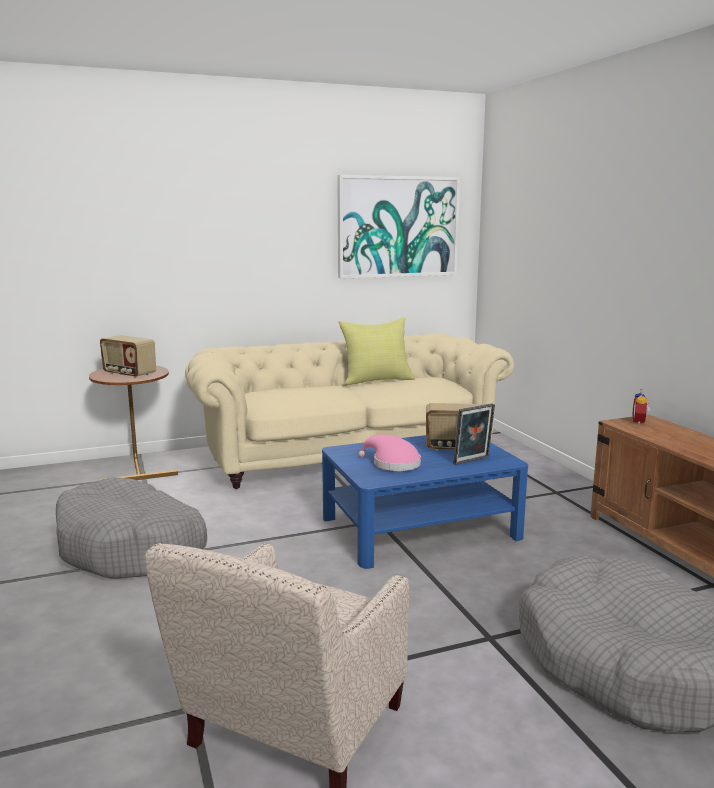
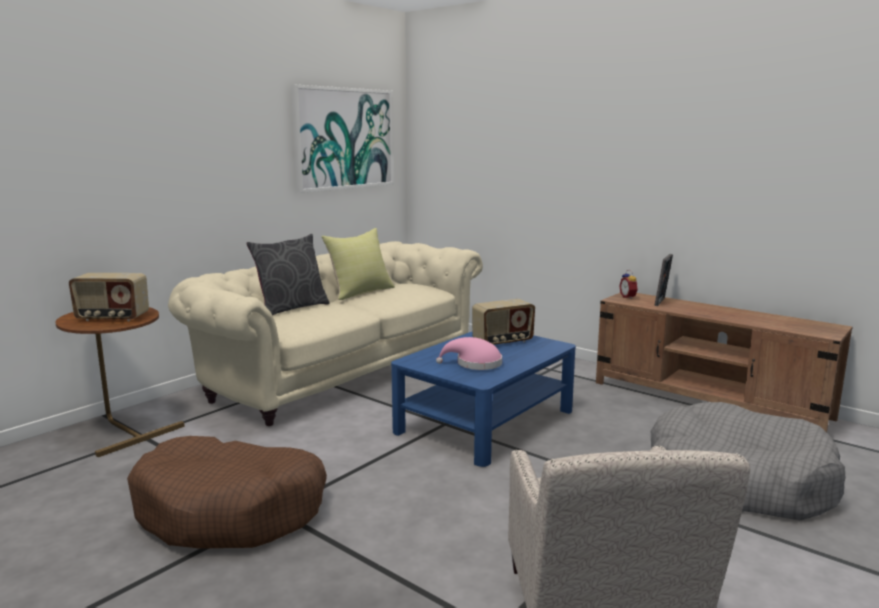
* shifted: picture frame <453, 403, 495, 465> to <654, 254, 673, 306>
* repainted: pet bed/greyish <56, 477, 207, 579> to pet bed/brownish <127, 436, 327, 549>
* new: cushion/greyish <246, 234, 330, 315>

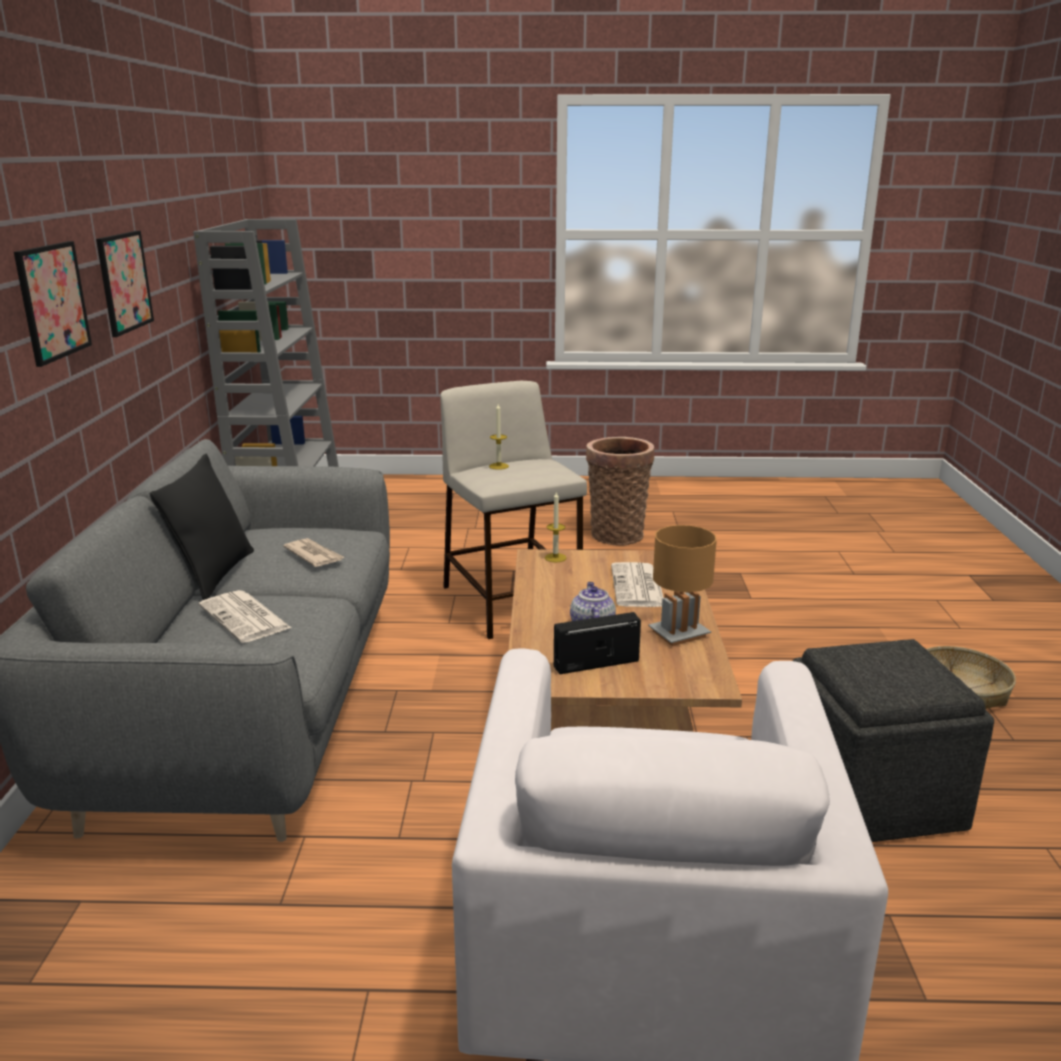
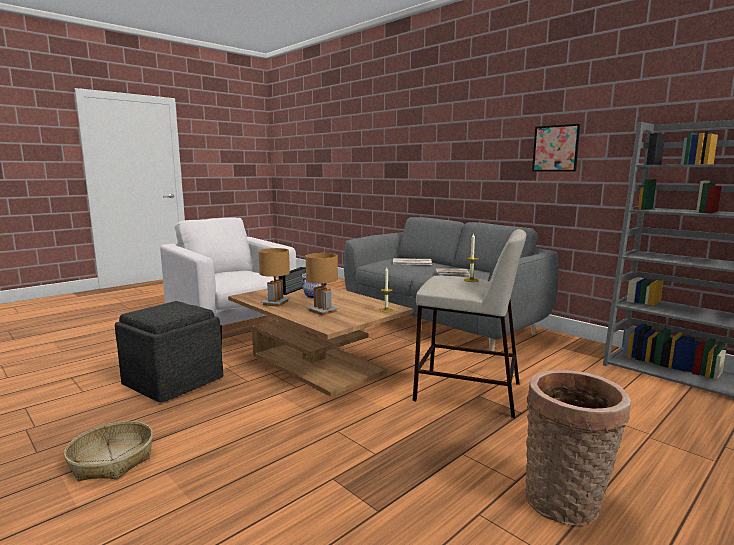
* gone: picture <14, 241, 92, 367>
* gone: cushion/blackish <149, 454, 254, 600>
* swapped: newspaper <611, 562, 664, 607> to table lamp/brownish <305, 253, 339, 315>

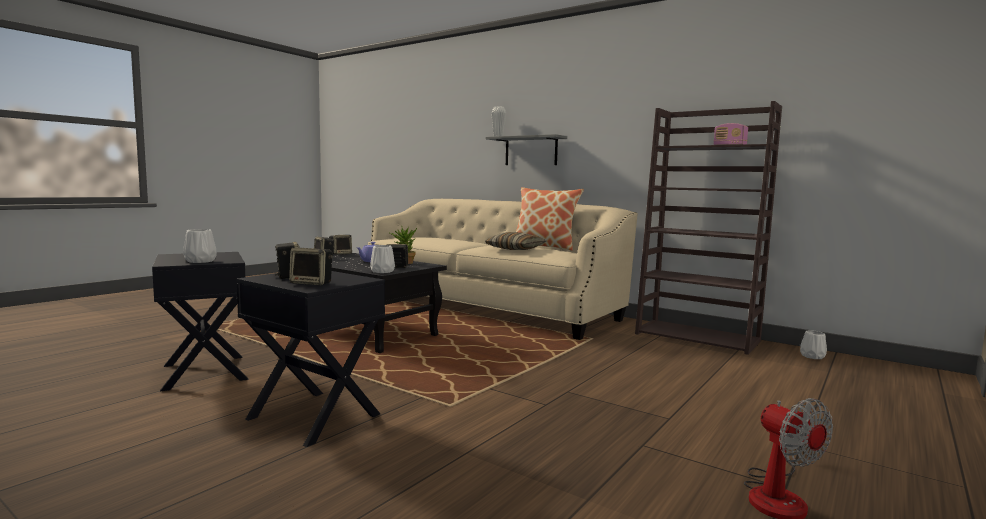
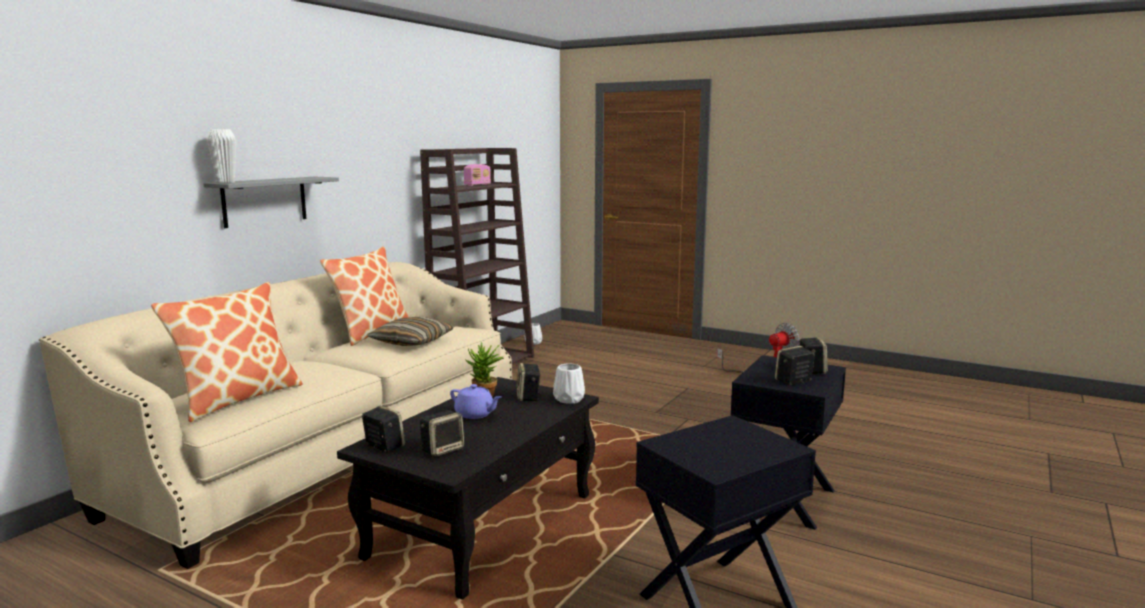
* gone: decorative vase/whitish <183, 229, 217, 263>
* new: cushion <151, 282, 303, 422>

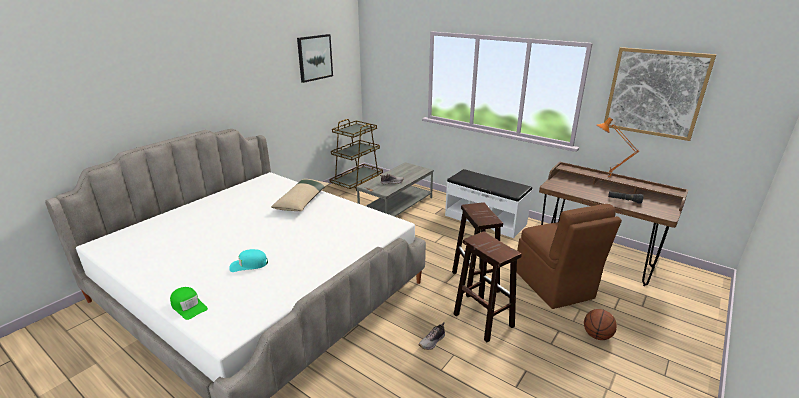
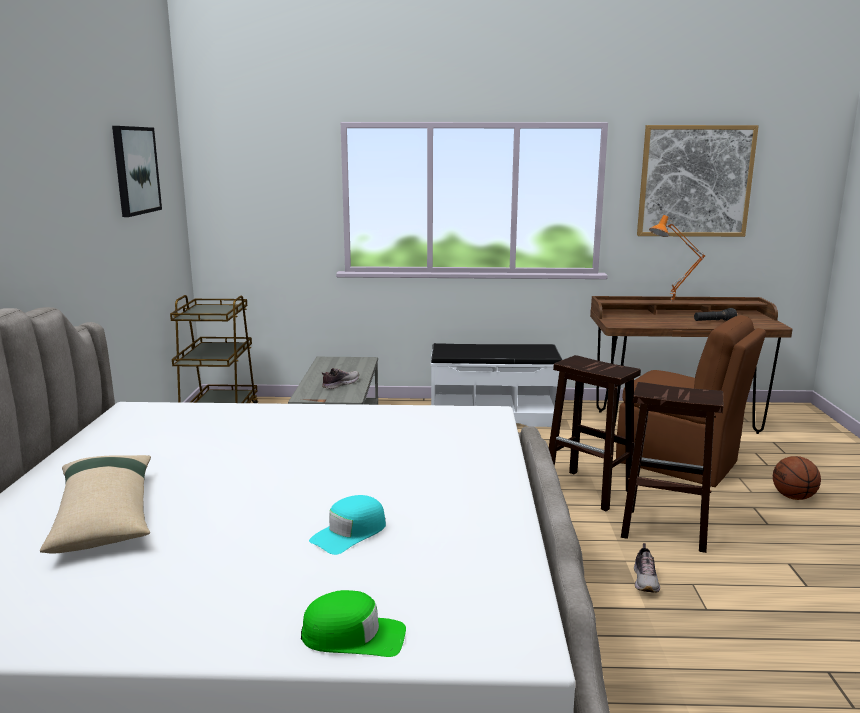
* shifted: cushion/beige-coloured <271, 179, 330, 212> to <40, 455, 151, 554>

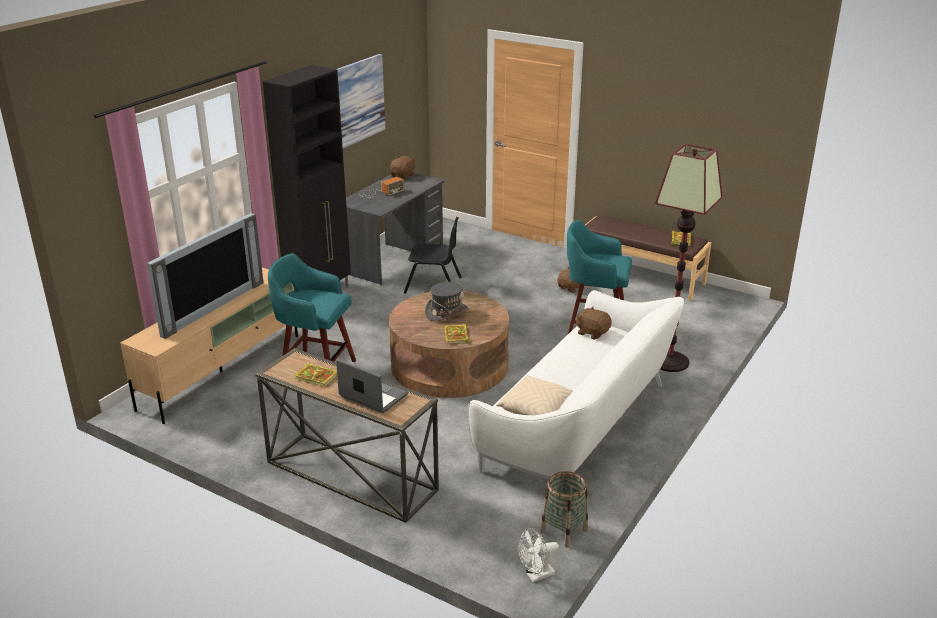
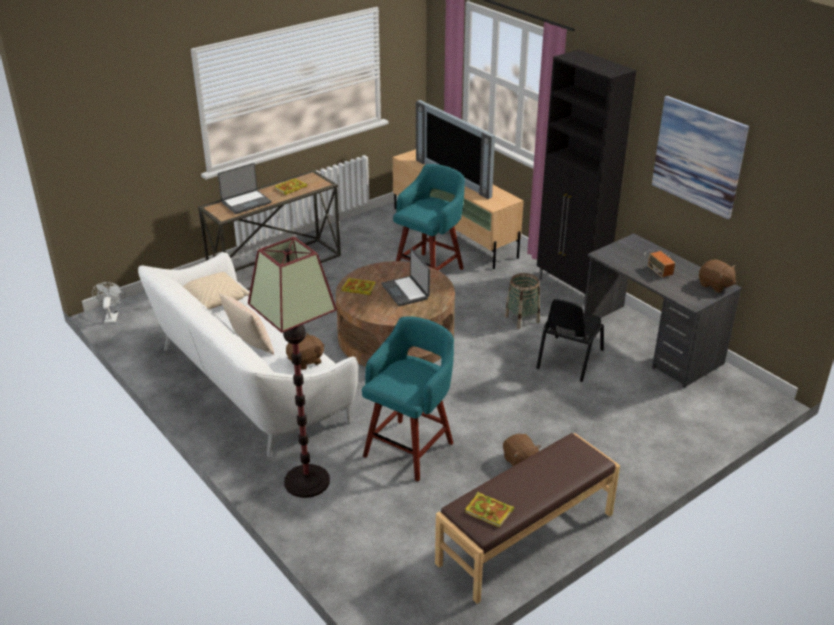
* swapped: wearable hat/greyish <425, 281, 468, 321> to notebook computer <381, 248, 430, 306>
* shifted: storage basket <540, 471, 588, 548> to <505, 273, 540, 329>
* new: cushion/beige-coloured <219, 292, 274, 355>

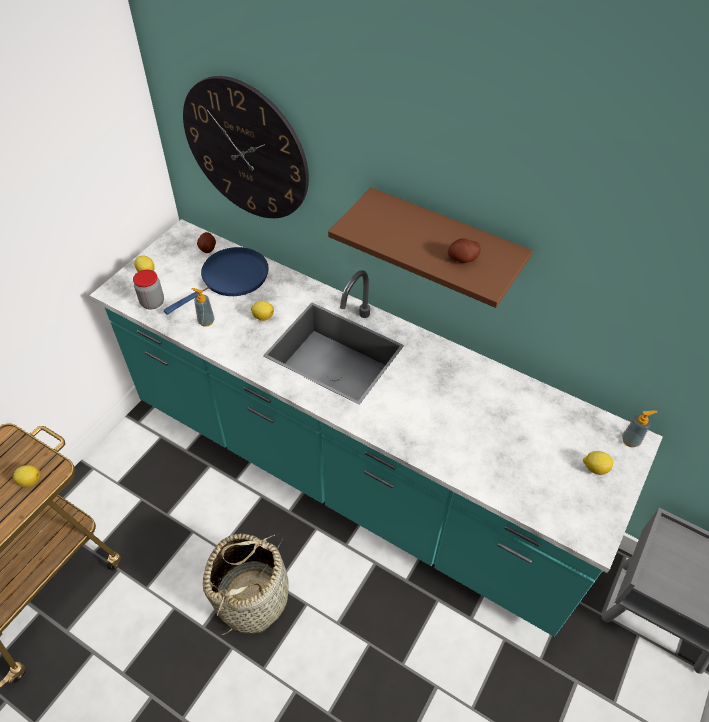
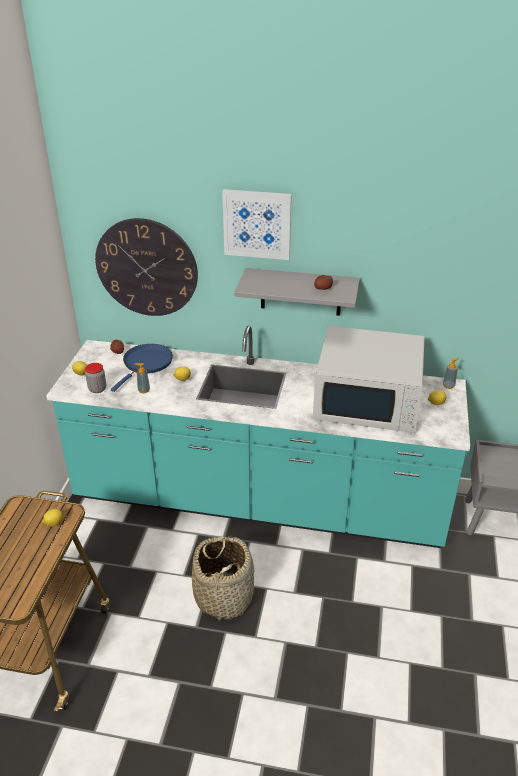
* repainted: wall shelf/brownish <328, 188, 533, 308> to wall shelf/greyish <234, 268, 360, 316>
* new: picture <222, 189, 292, 260>
* new: microwave/whitish <313, 326, 425, 433>

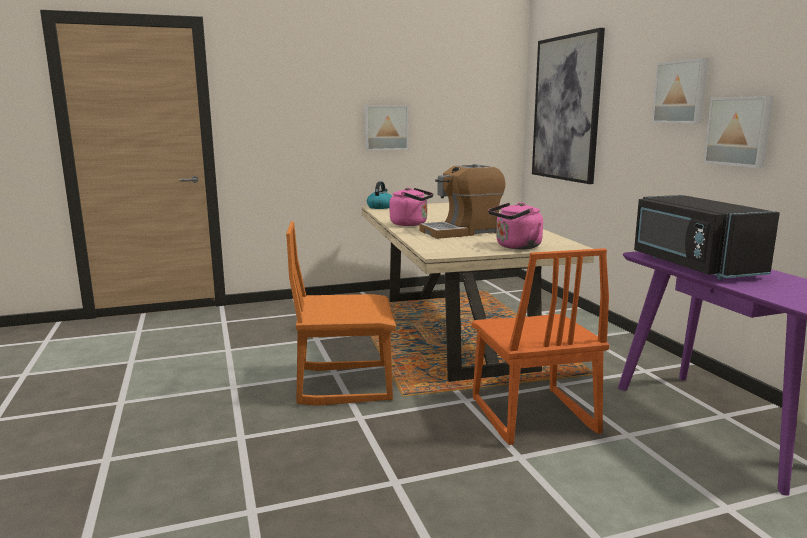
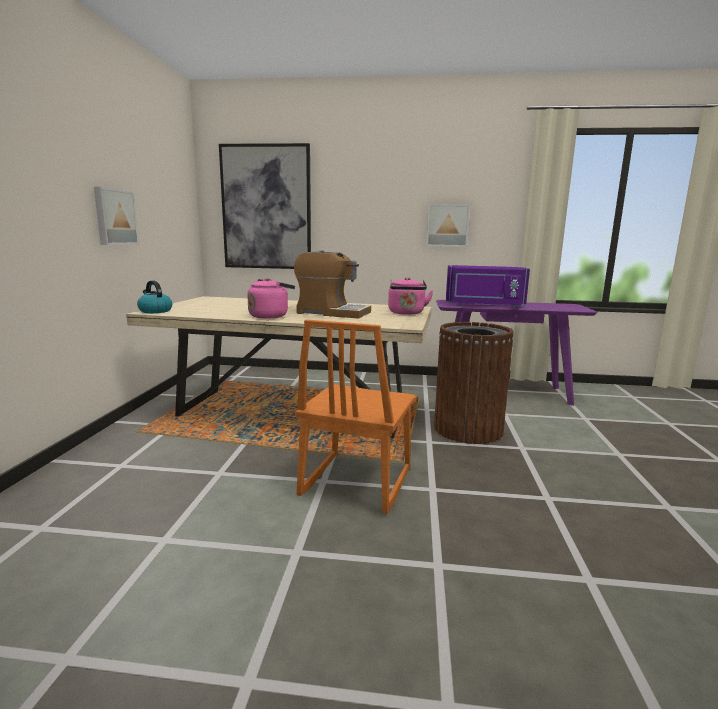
* gone: picture <652, 58, 709, 124>
* rotated: coffee brewer <420, 164, 506, 239> = <294, 250, 371, 319> 75 degrees counterclockwise
* repainted: microwave/blackish <634, 195, 780, 280> to microwave/purplish <446, 265, 530, 308>
* swapped: upright chair/orange <472, 248, 609, 445> to trash can/brownish <434, 322, 514, 444>

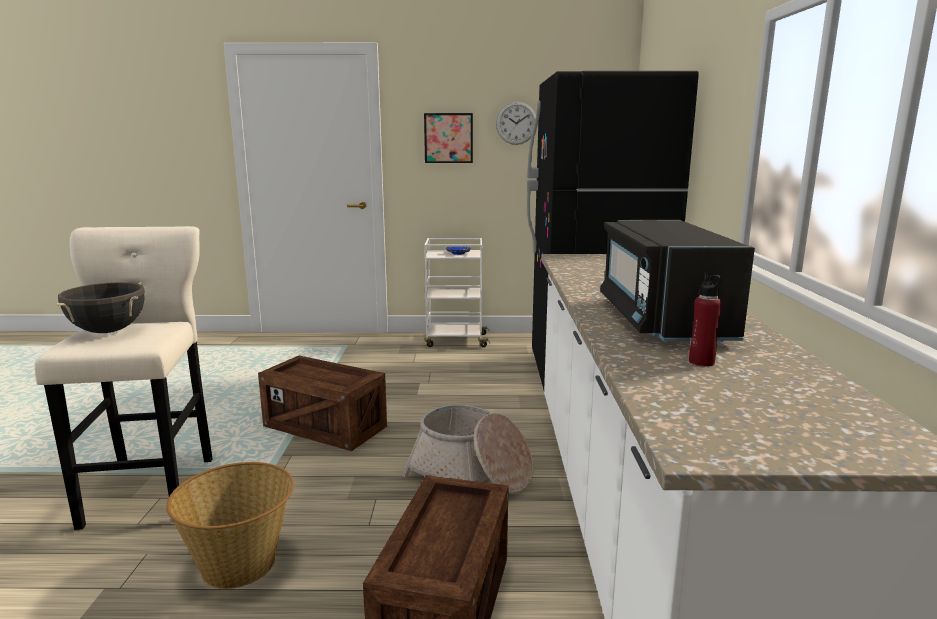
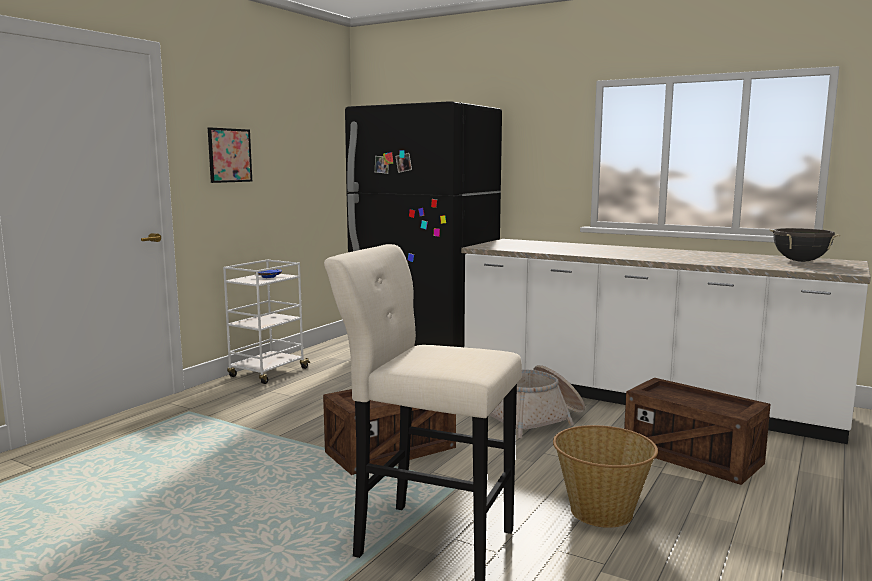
* gone: wall clock <496, 102, 536, 145>
* gone: microwave/blackish <600, 220, 755, 343>
* gone: drink bottle/red <689, 273, 722, 367>
* shifted: saucepot/blackish <57, 282, 145, 333> to <769, 228, 840, 262>

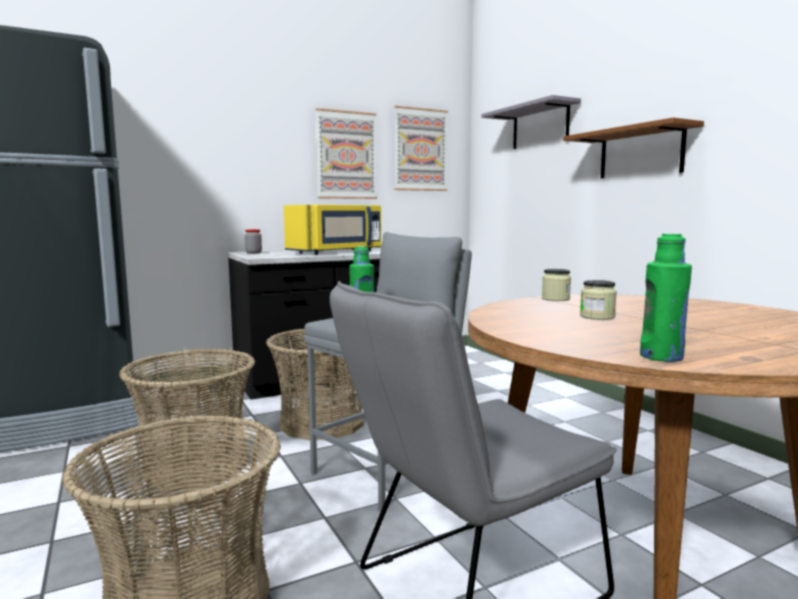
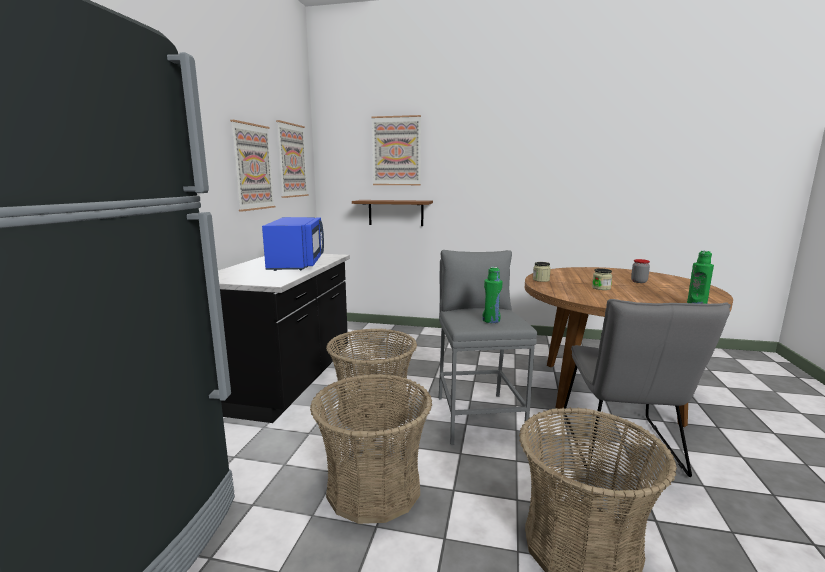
* swapped: wall shelf/greyish <481, 95, 581, 149> to picture <372, 115, 421, 185>
* shifted: wall shelf/brownish <563, 118, 704, 178> to <352, 200, 433, 226>
* repainted: microwave/yellow-coloured <284, 205, 381, 255> to microwave/blue <262, 217, 324, 271>
* shifted: storage jar <245, 229, 262, 254> to <631, 259, 650, 283>

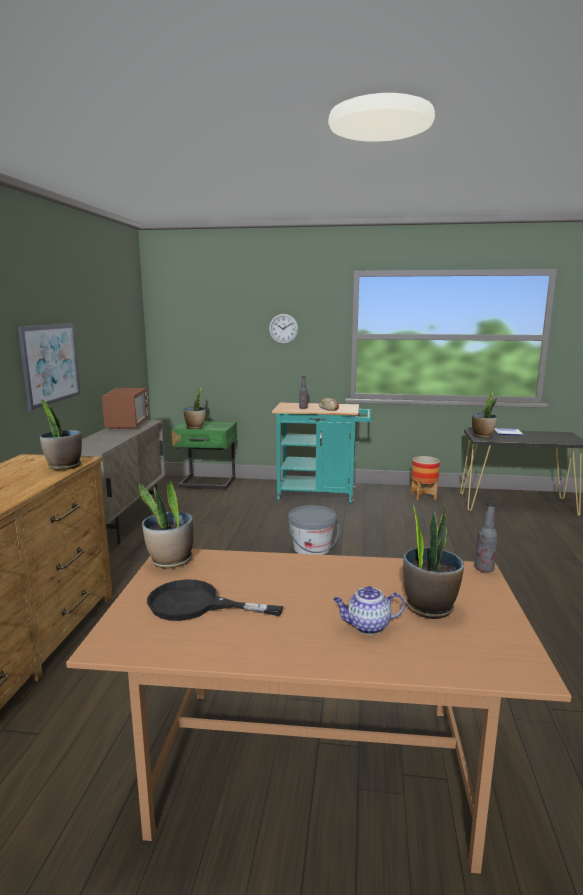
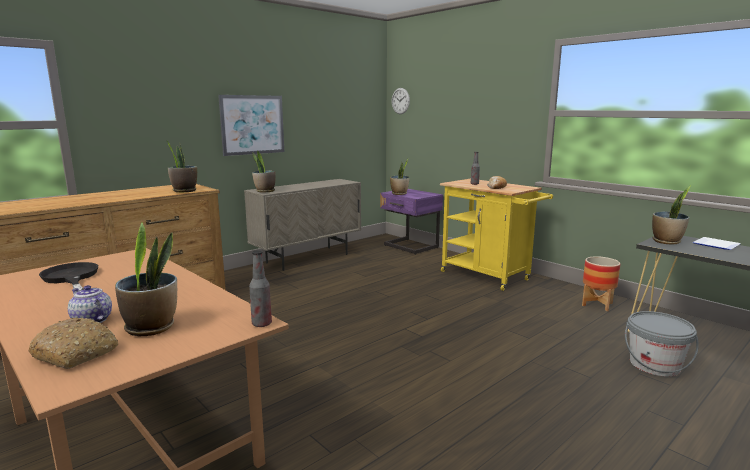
* shifted: wall clock <269, 314, 298, 344> to <392, 88, 410, 114>
* gone: microwave <102, 388, 149, 429>
* repainted: wheeled cart/turquoise <272, 403, 372, 504> to wheeled cart/yellow-coloured <440, 179, 553, 291>
* repainted: bedside table/green <172, 421, 237, 490> to bedside table/purplish <380, 189, 443, 255>
* shifted: houseplant <139, 481, 194, 568> to <252, 150, 276, 193>
* shifted: pail/greyish <288, 505, 339, 555> to <625, 311, 699, 376>
* new: bakery bread <28, 317, 118, 369>

